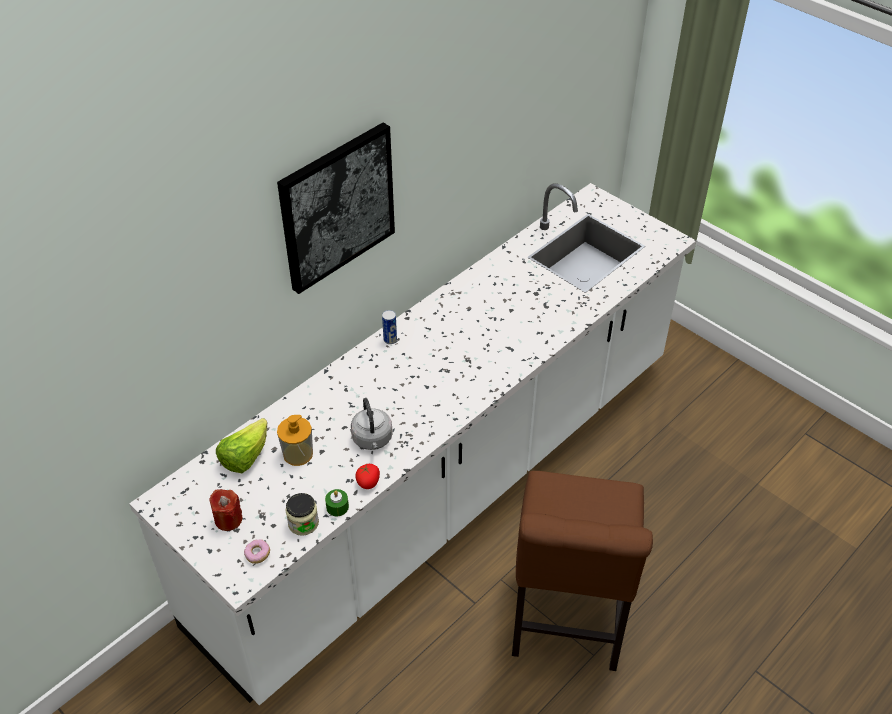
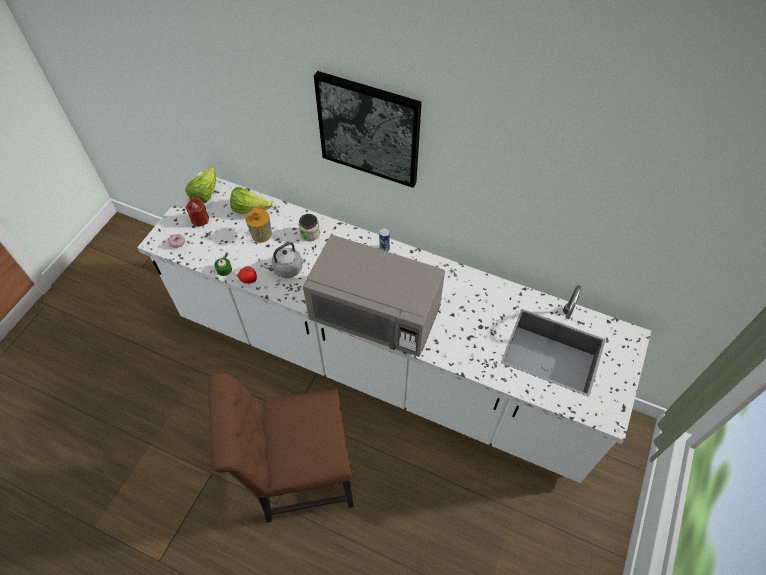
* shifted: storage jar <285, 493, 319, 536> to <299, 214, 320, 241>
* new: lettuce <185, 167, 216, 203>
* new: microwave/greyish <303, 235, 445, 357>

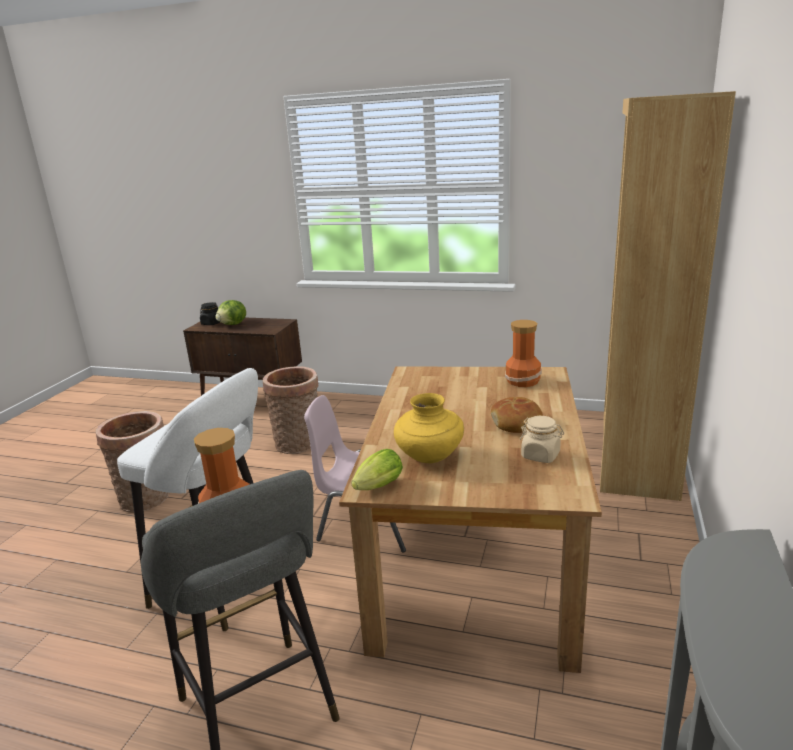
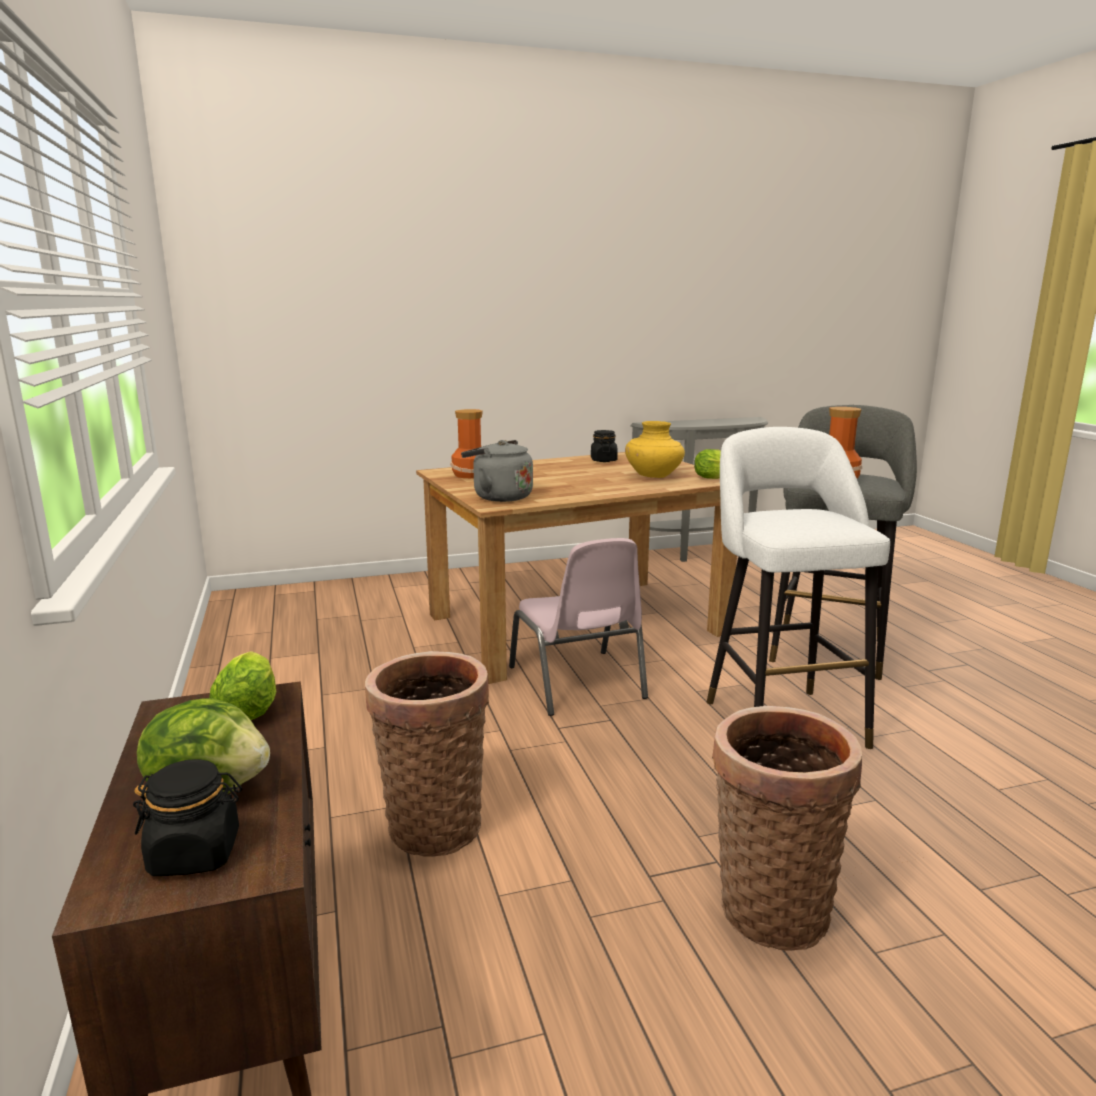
* gone: bookshelf/brownish <600, 91, 736, 501>
* gone: bakery bread <491, 397, 543, 433>
* repainted: storage jar/beige-coloured <520, 416, 564, 463> to storage jar/blackish <591, 430, 618, 462>
* new: tea kettle/greyish <461, 440, 533, 502>
* new: lettuce <209, 651, 276, 720>

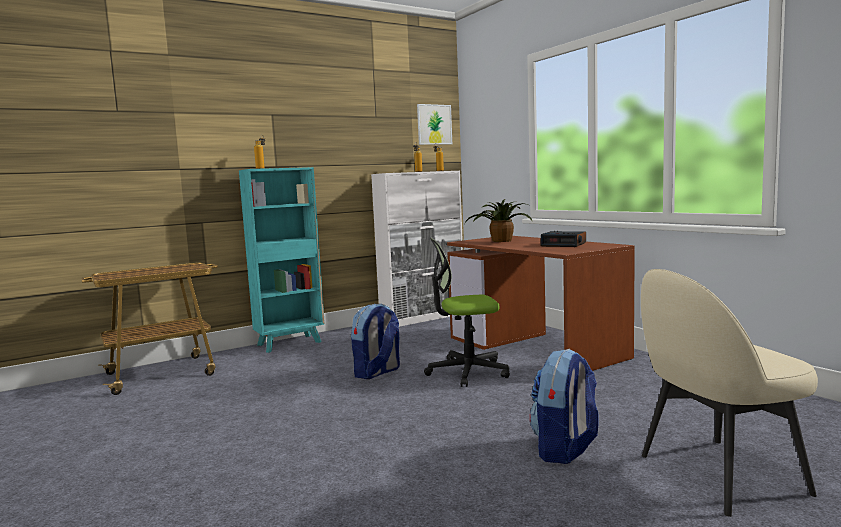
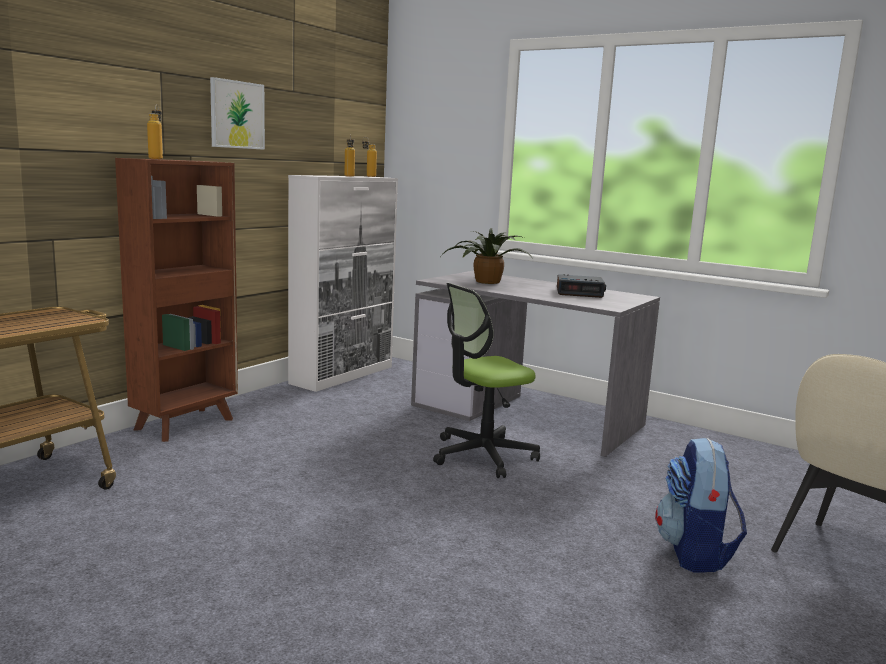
* shifted: picture <417, 104, 452, 145> to <210, 77, 265, 150>
* repainted: bookshelf/turquoise <239, 167, 325, 353> to bookshelf/brownish <115, 158, 238, 442>
* repainted: desk table/brownish <447, 236, 635, 371> to desk table/greyish <411, 271, 660, 457>
* gone: backpack <351, 304, 400, 379>

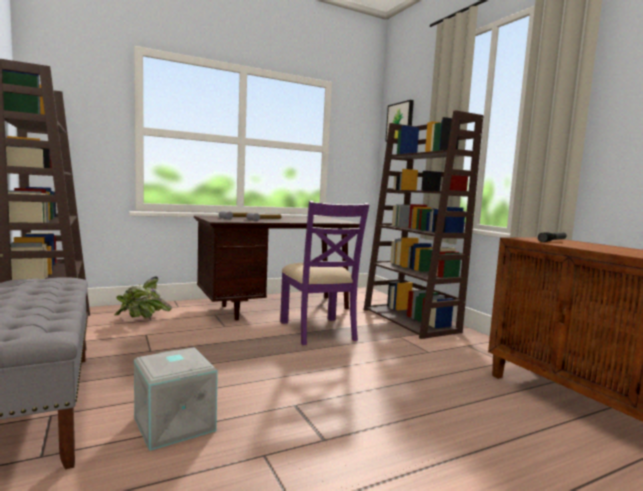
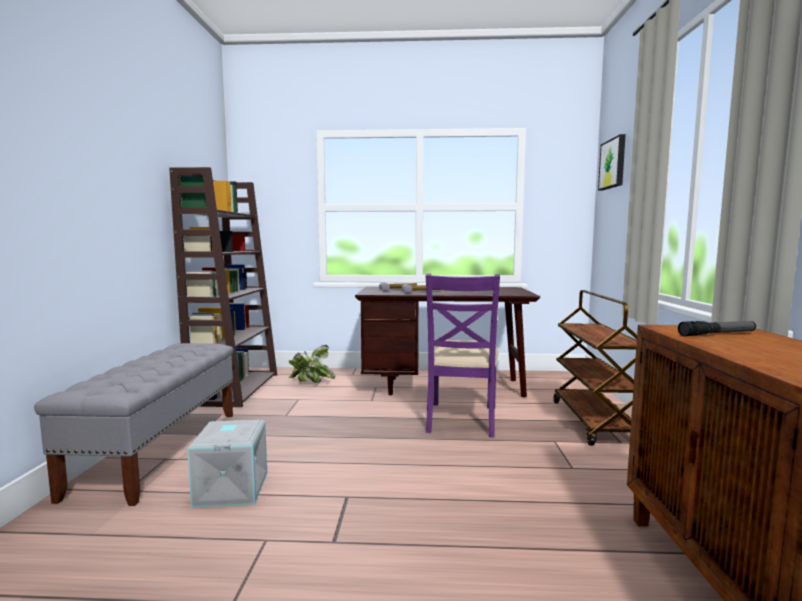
* swapped: bookshelf/brownish <364, 110, 484, 339> to wheeled cart/brownish <553, 290, 637, 445>

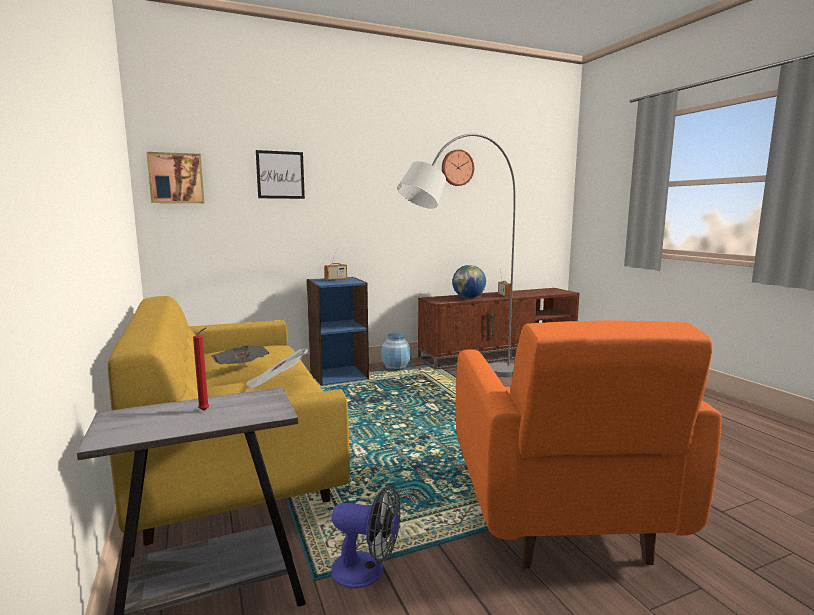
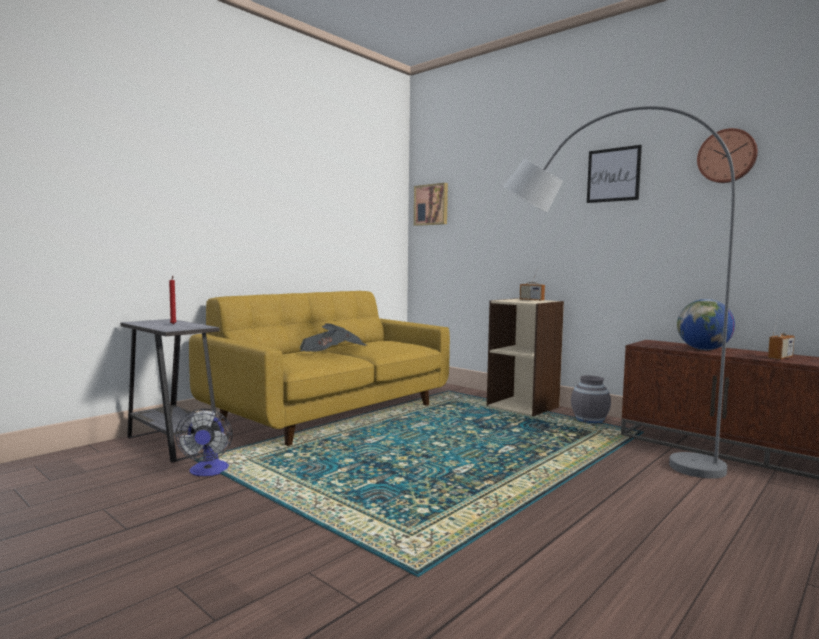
* shifted: picture <256, 150, 305, 199> to <587, 145, 642, 203>
* repainted: bookshelf/blue <307, 277, 369, 386> to bookshelf/beige-coloured <487, 298, 564, 416>
* gone: armchair/orange <456, 320, 722, 569>
* repainted: decorative vase/blue <381, 333, 411, 370> to decorative vase/greyish <571, 376, 611, 423>

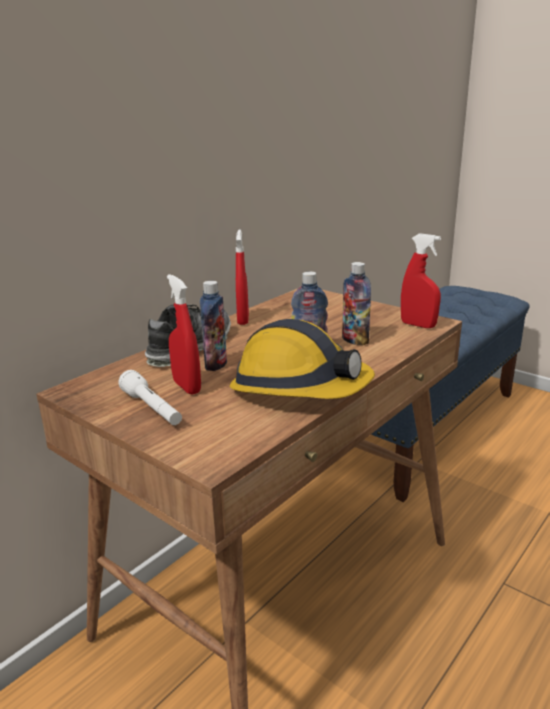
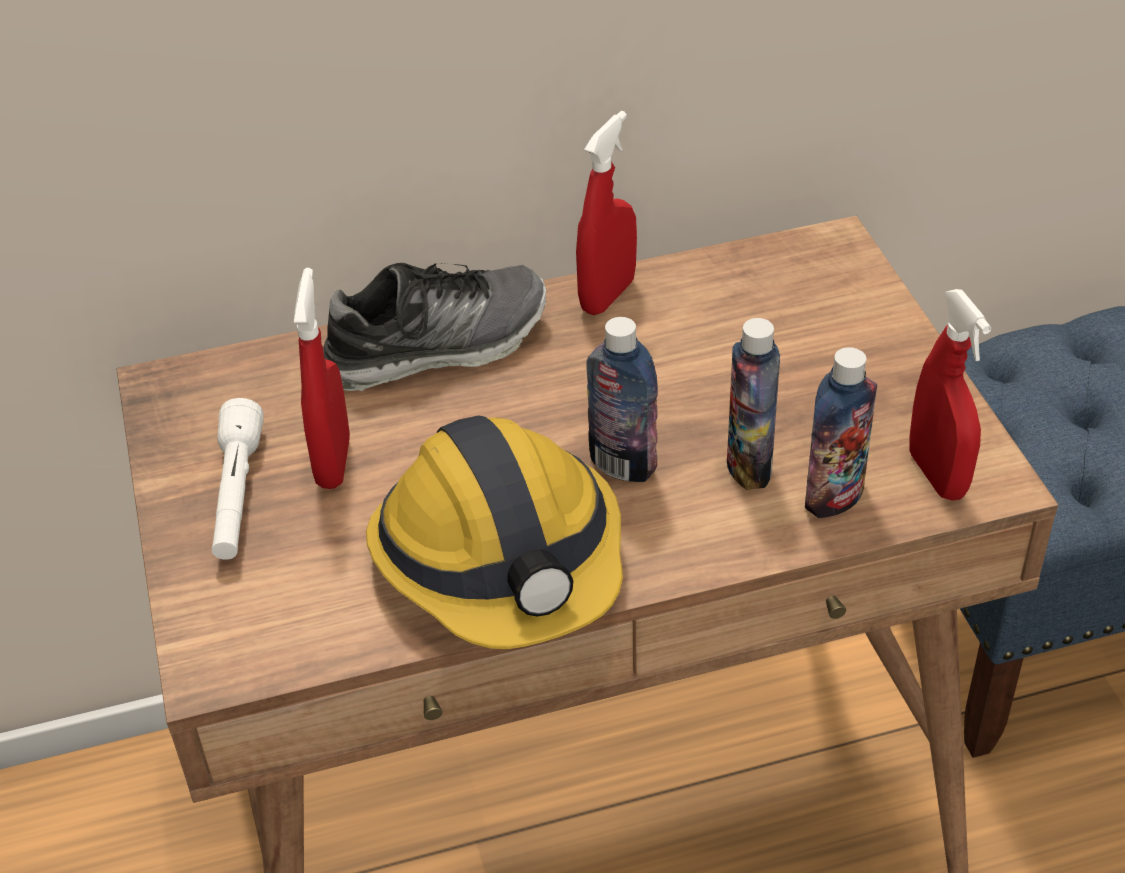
* shifted: drink bottle <200, 281, 227, 371> to <805, 347, 877, 518>

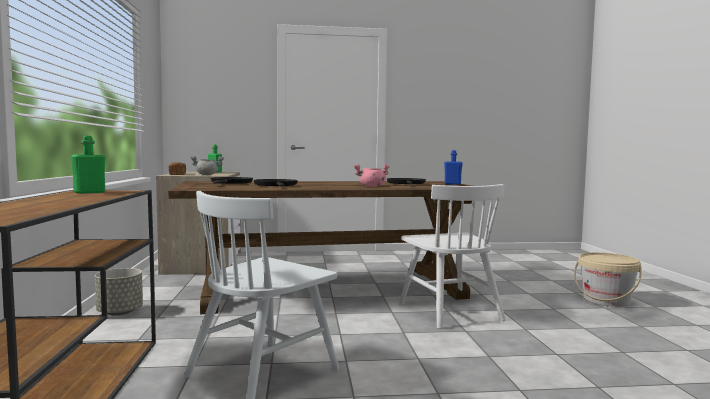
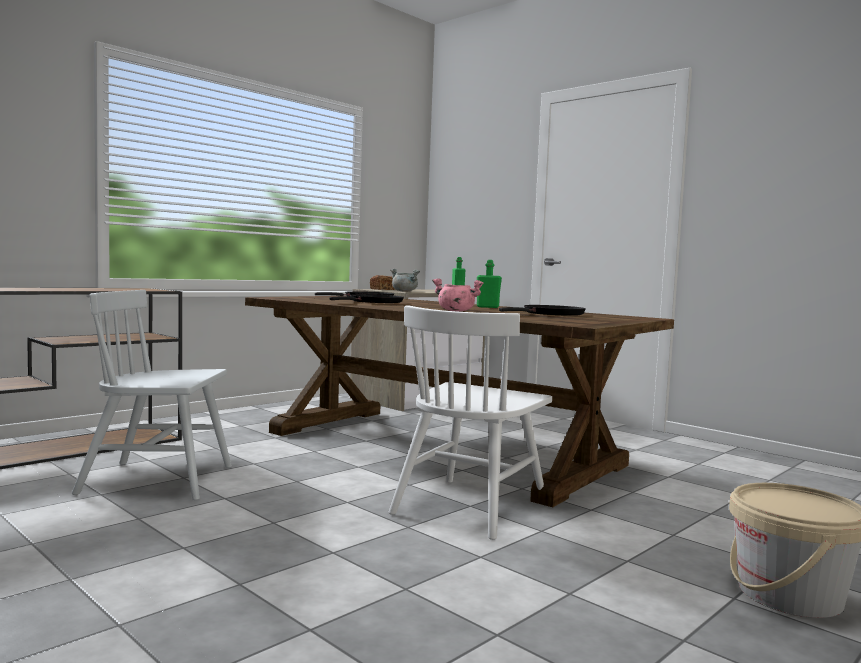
* shifted: drink bottle/green <71, 136, 105, 194> to <477, 260, 502, 308>
* gone: drink bottle/blue <444, 150, 463, 185>
* gone: plant pot/greyish <95, 268, 143, 316>

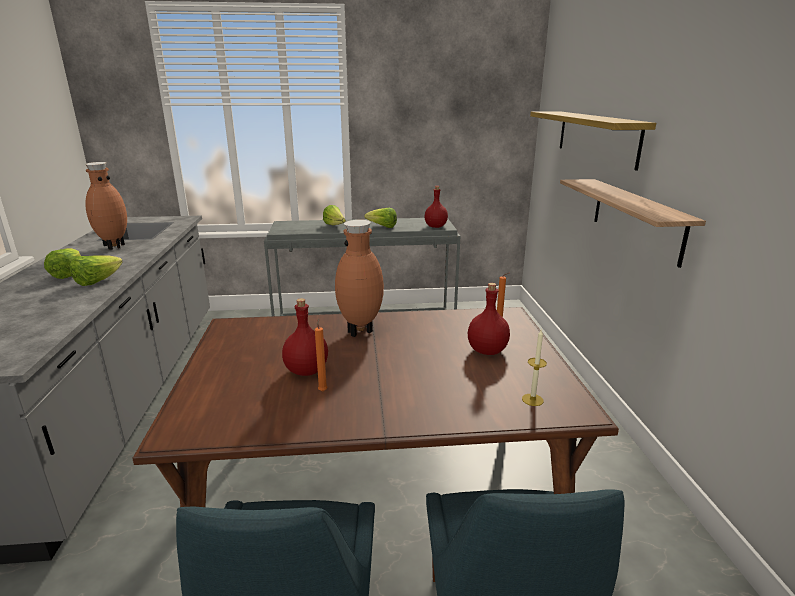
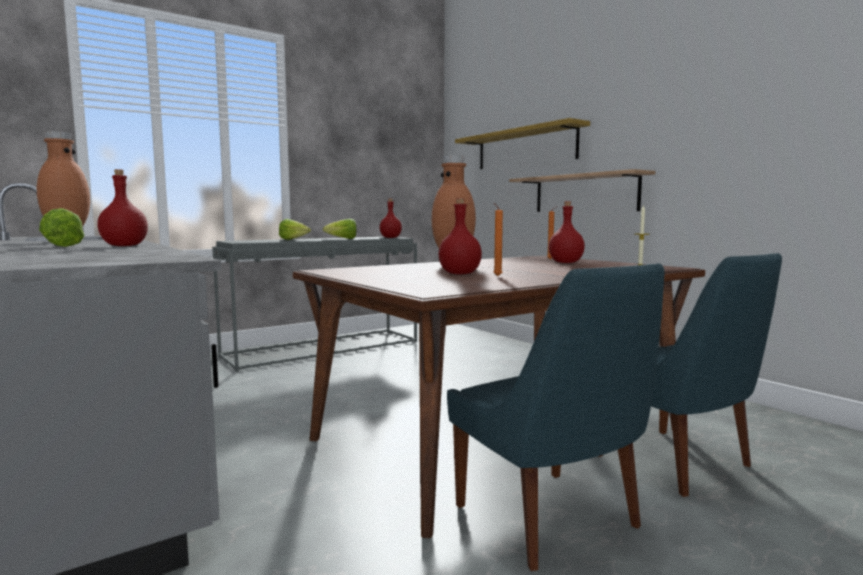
* swapped: lettuce <70, 255, 123, 286> to drink bottle/red <97, 169, 148, 246>

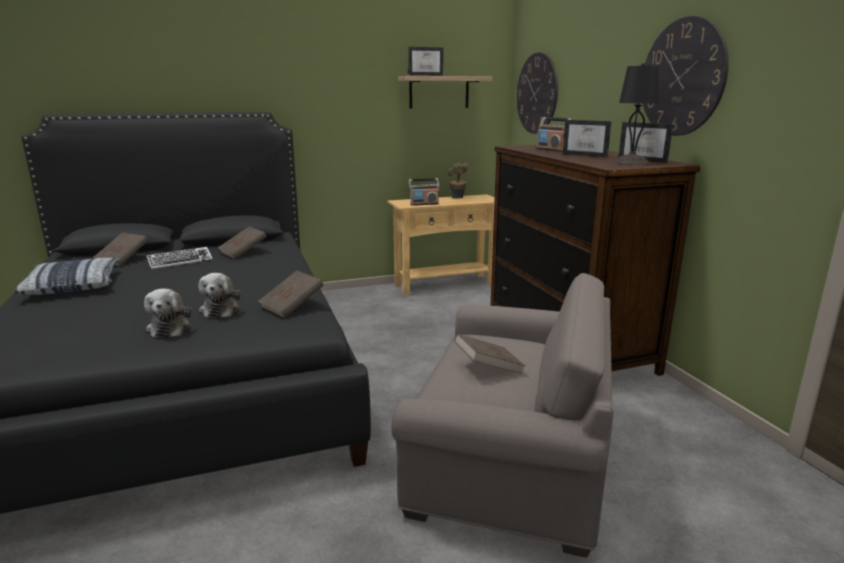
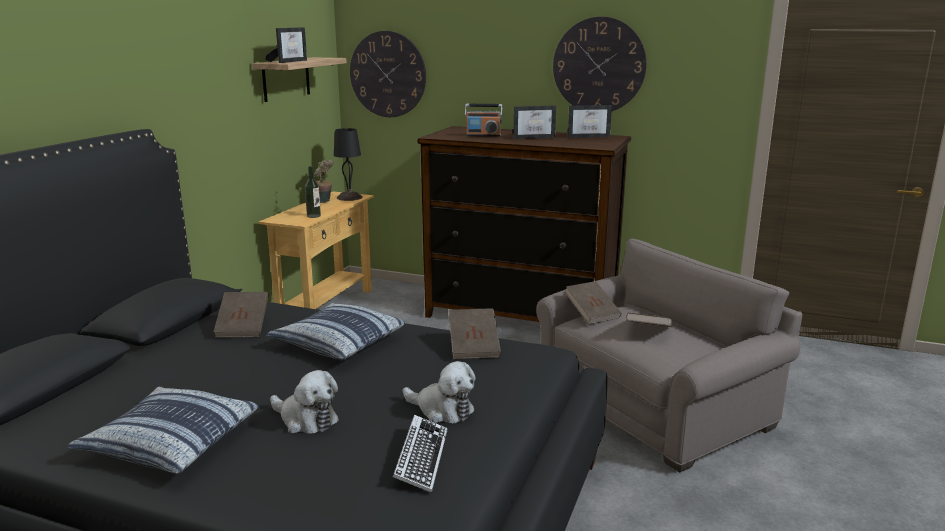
* shifted: table lamp/blackish <614, 62, 659, 166> to <334, 127, 363, 201>
* swapped: radio <409, 178, 439, 206> to drink bottle <305, 166, 321, 218>
* shifted: volume/brownish <93, 233, 148, 266> to <565, 281, 622, 325>
* shifted: computer keyboard <146, 247, 213, 269> to <393, 415, 447, 493>
* shifted: plush toy <199, 273, 241, 318> to <270, 370, 339, 434>
* new: cushion <266, 303, 405, 360>

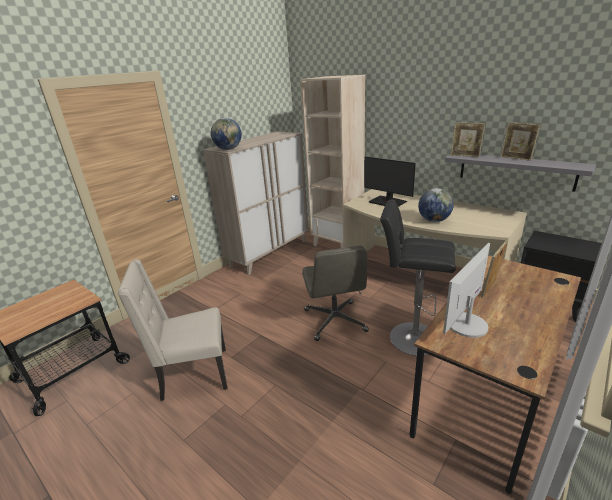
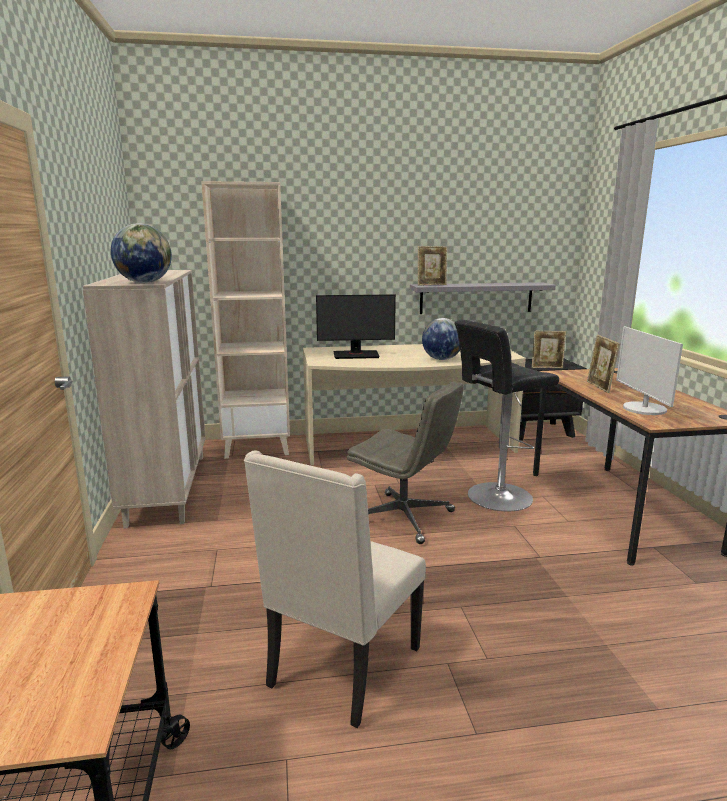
* shifted: picture frame <501, 122, 540, 161> to <532, 331, 566, 368>

